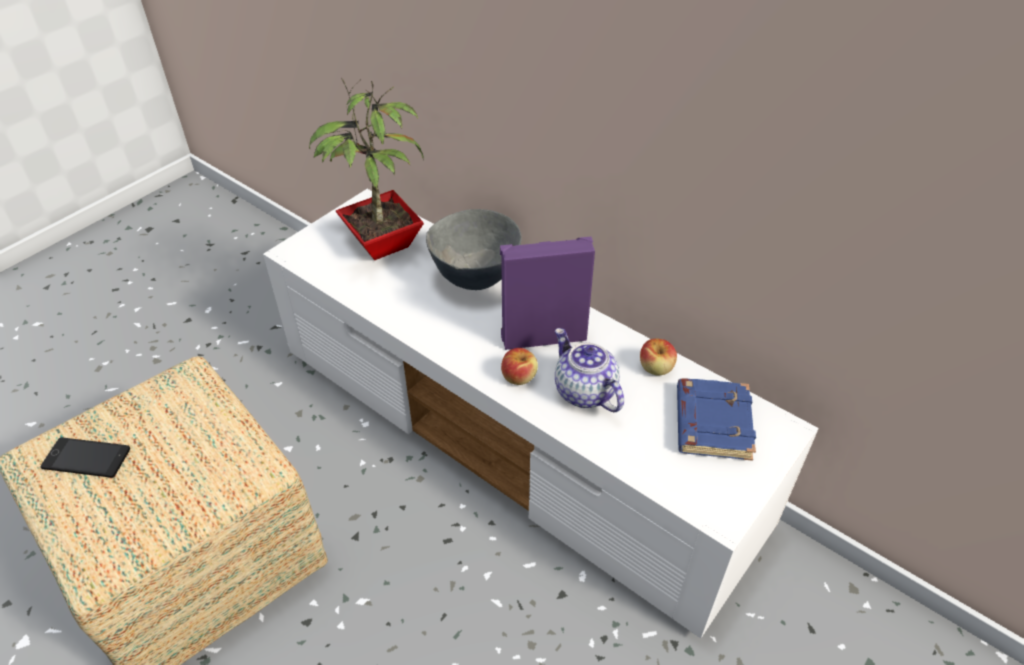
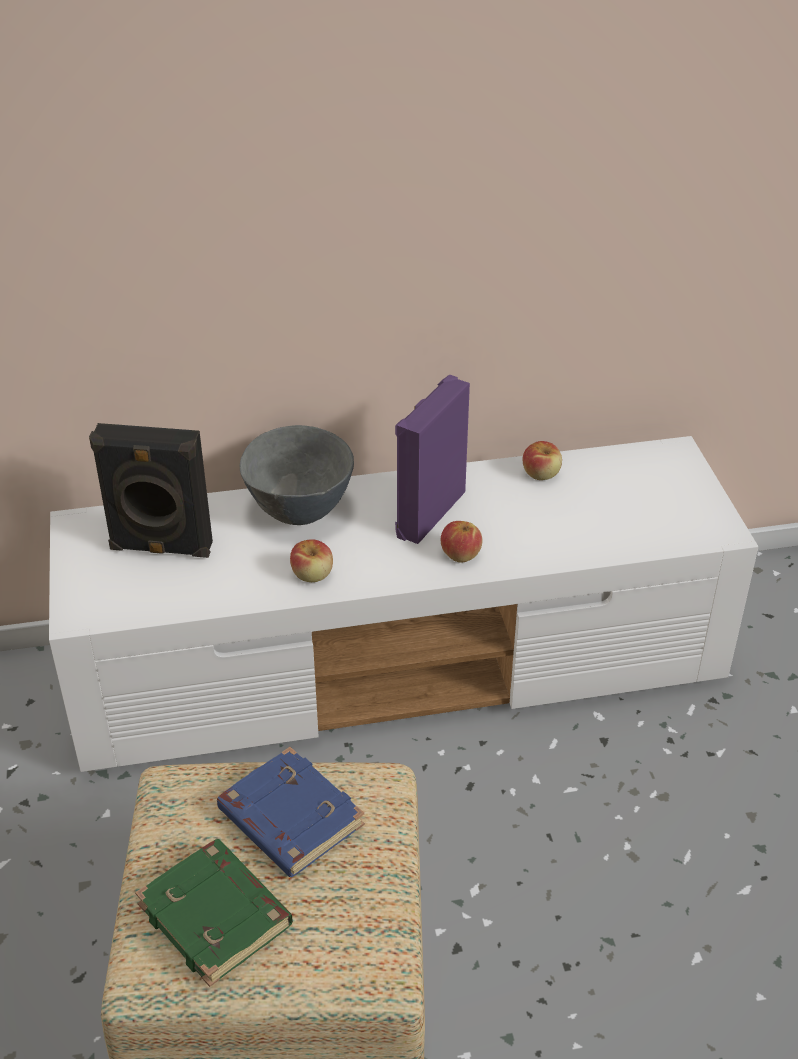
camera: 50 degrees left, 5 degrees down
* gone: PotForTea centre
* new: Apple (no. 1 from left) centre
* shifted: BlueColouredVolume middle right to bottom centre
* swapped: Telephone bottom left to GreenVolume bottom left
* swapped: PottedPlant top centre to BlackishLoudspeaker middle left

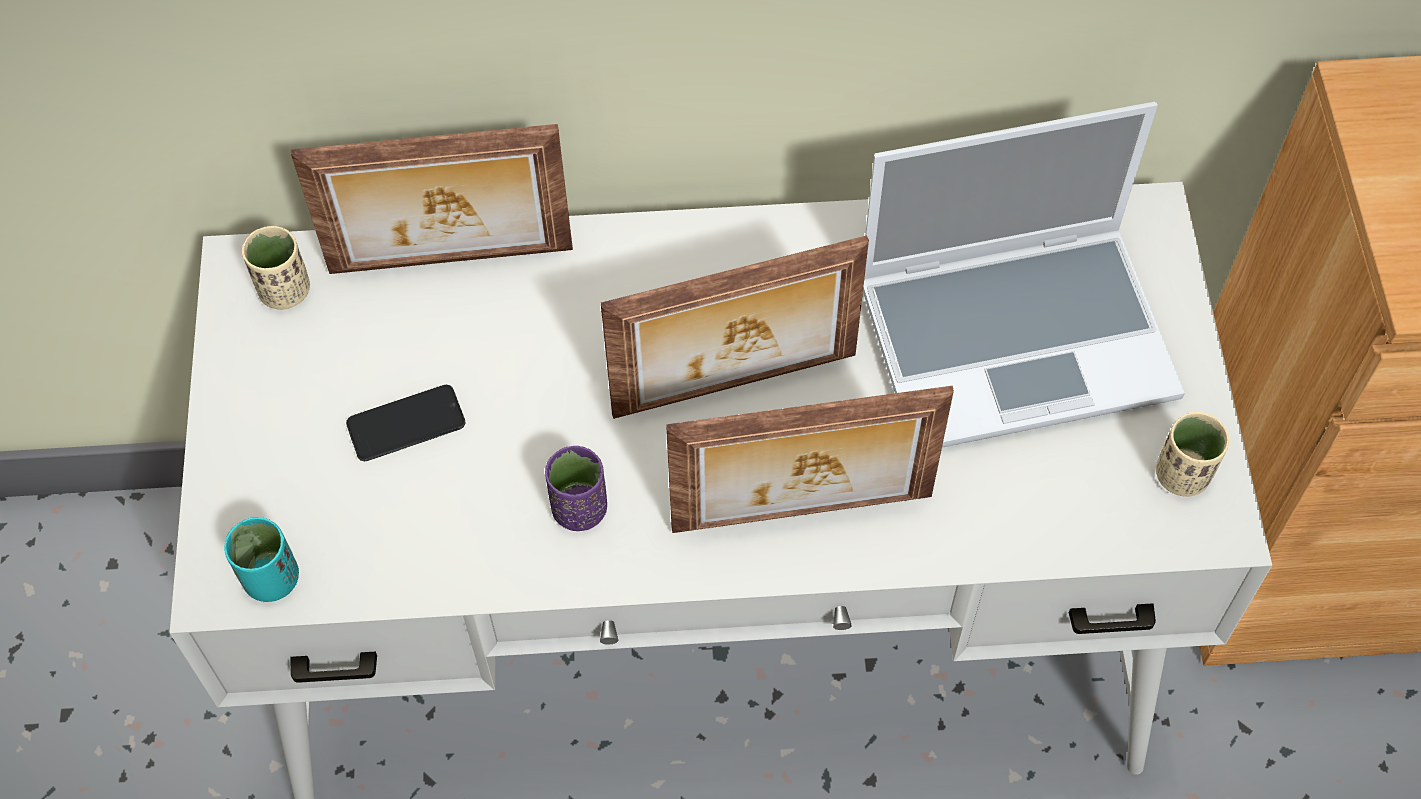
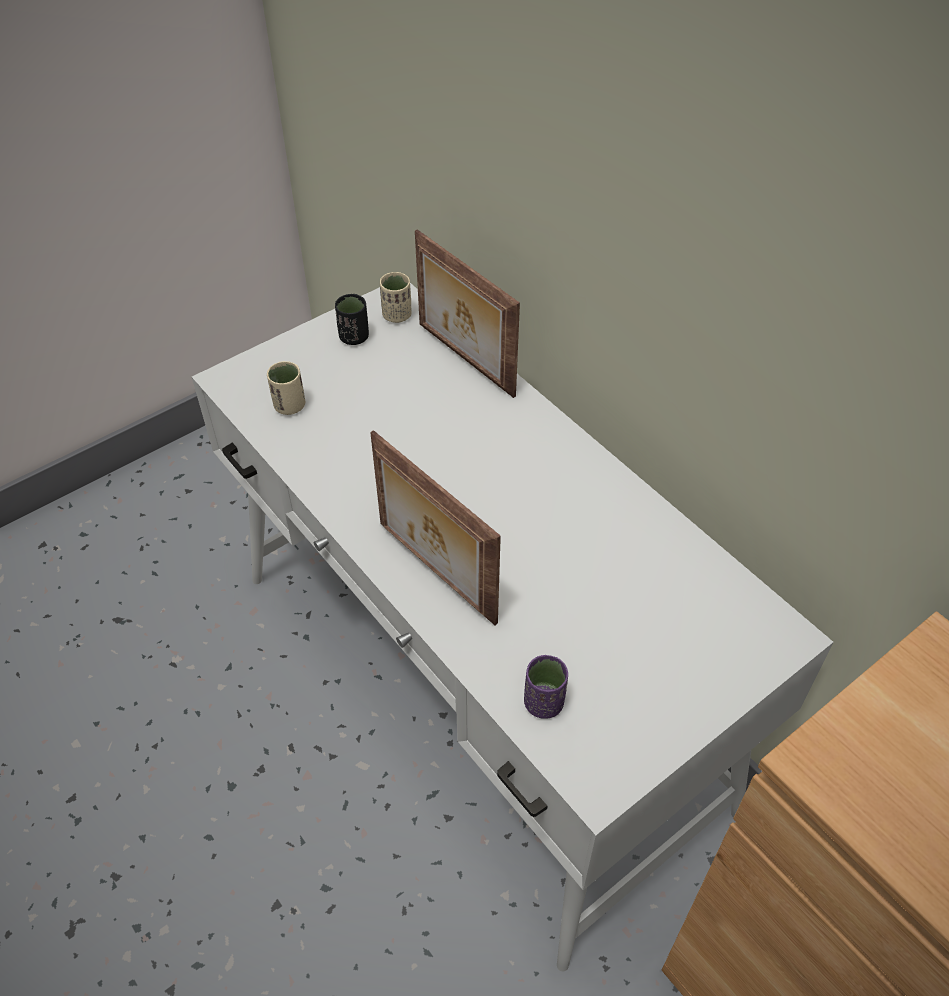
camera: 55 degrees right, 10 degrees down
* gone: TurquoiseSmallCup bottom left
* gone: Telephone middle left
* gone: PhotoFrame (no. 2 from left) centre
* gone: NotebookComputer middle right
* new: BlackishSmallCup top centre
* shifted: PurpleSmallCup centre to bottom centre
* shifted: SandColouredSmallCup (no. 2 from left in the first image) middle right to SandColouredSmallCup (no. 1 from left) middle left

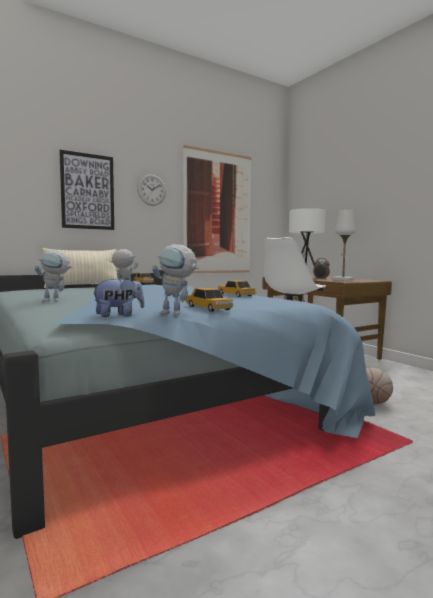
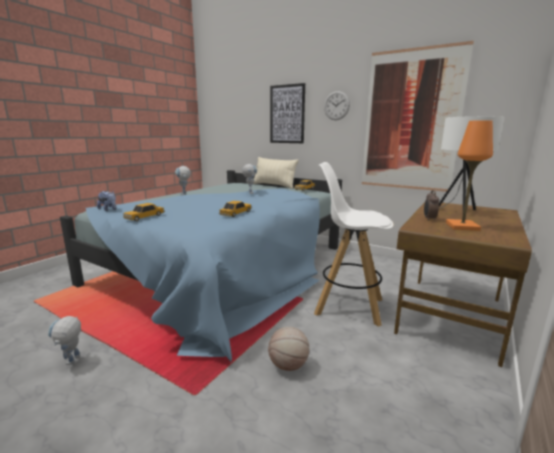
camera: 65 degrees right, 10 degrees up
* shifted: ModelRobot (no. 3 from left in the first image) centre to ModelRobot (no. 1 from left) bottom left
* repainted: WhiteTableLamp (no. 2 from left) middle right to OrangeyTableLamp middle right

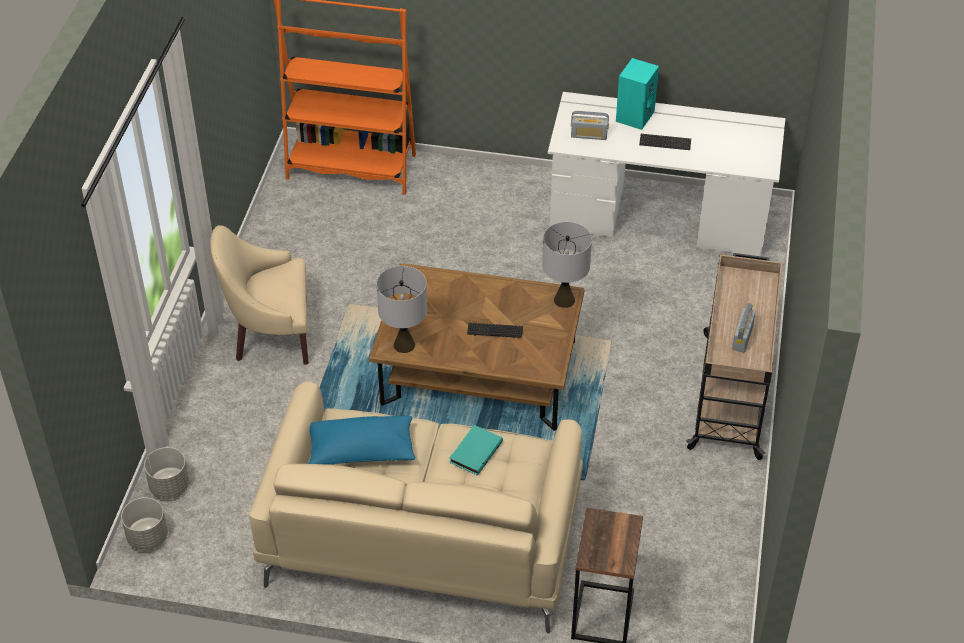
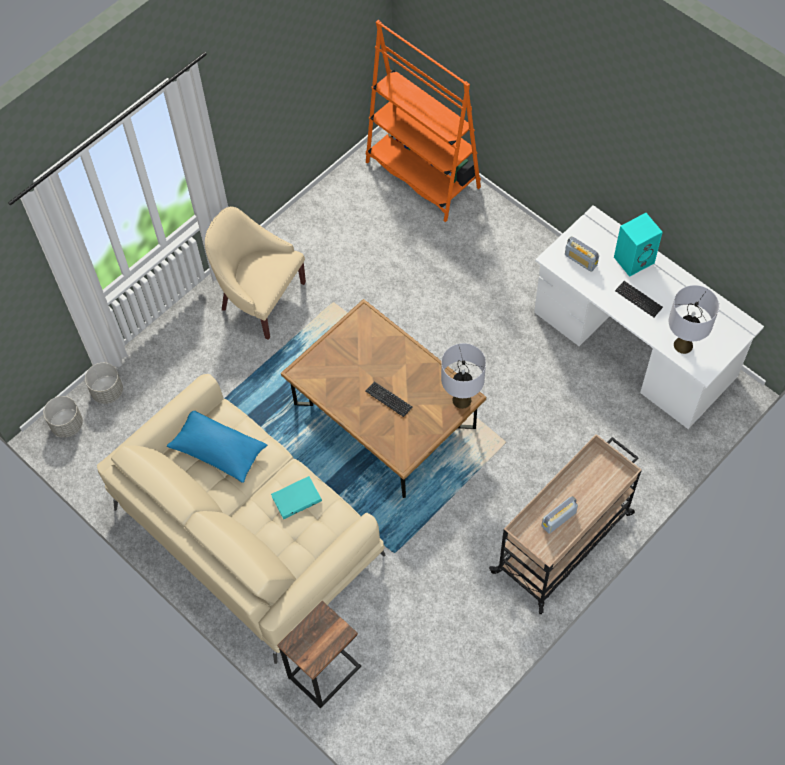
camera: 35 degrees right, 15 degrees up
* shifted: GrayTableLamp (no. 1 from left in the first image) centre to GrayTableLamp (no. 2 from left) middle right

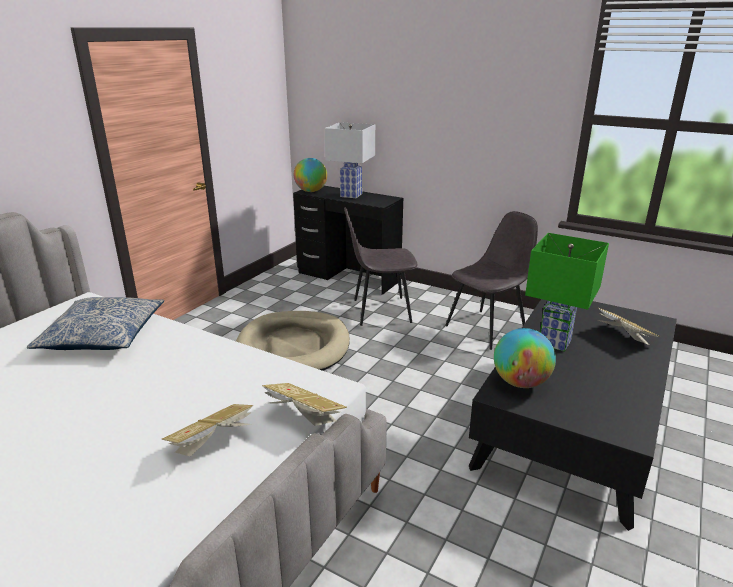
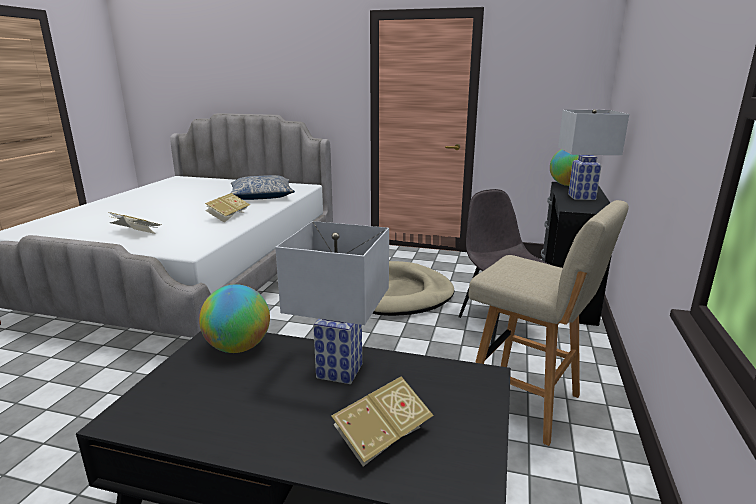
camera: 75 degrees right, 5 degrees down
* shifted: Volume (no. 2 from left) bottom centre to middle left
* swapped: GrayUprightChair (no. 2 from left) middle right to SandColouredStool middle right
* repainted: GreenTableLamp middle right to WhiteTableLamp (no. 1 from left) centre

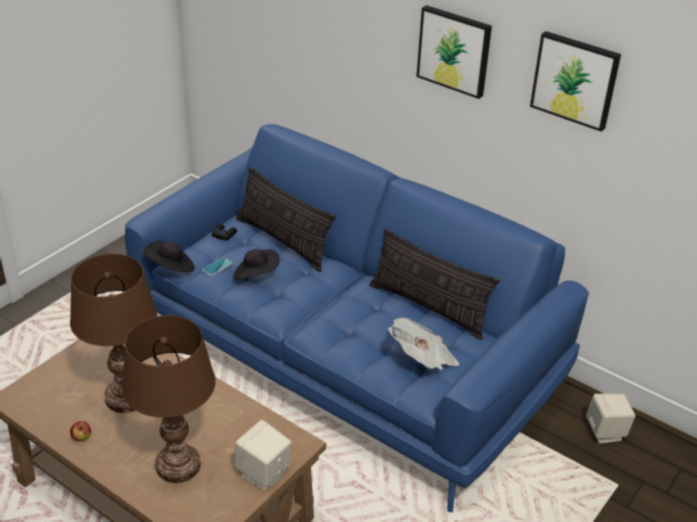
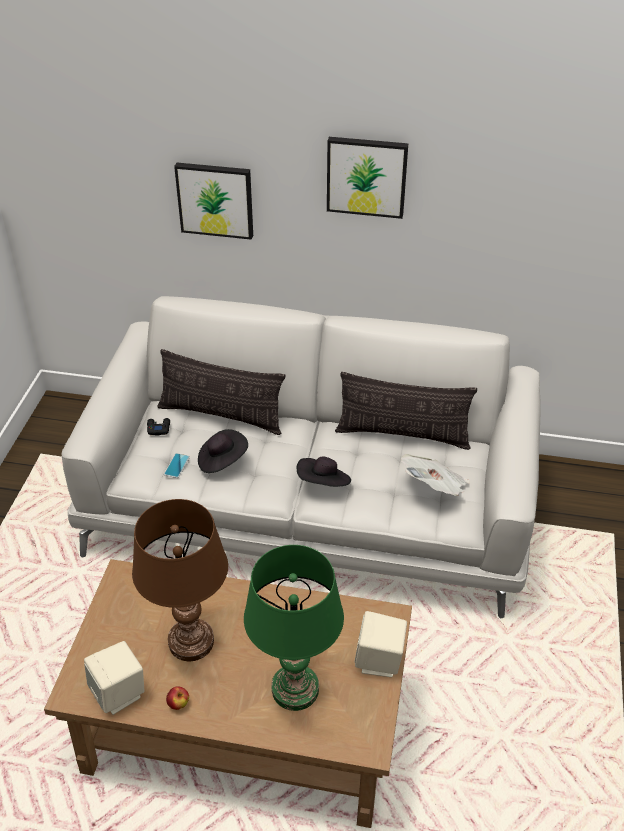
camera: 25 degrees left, 5 degrees up
* shifted: BlackishHat (no. 1 from left in the first image) middle left to BlackishHat (no. 2 from left) centre
* shifted: WallPicture (no. 2 from left in the first image) top right to WallPicture (no. 1 from left) top centre
* shifted: SandColouredLoudspeaker (no. 2 from left in the first image) bottom right to SandColouredLoudspeaker (no. 1 from left) bottom left
* repainted: BrownColouredTableLamp (no. 2 from left) bottom left to GreenTableLamp bottom centre
* repainted: BlueColouredSettee centre to WhiteSettee centre

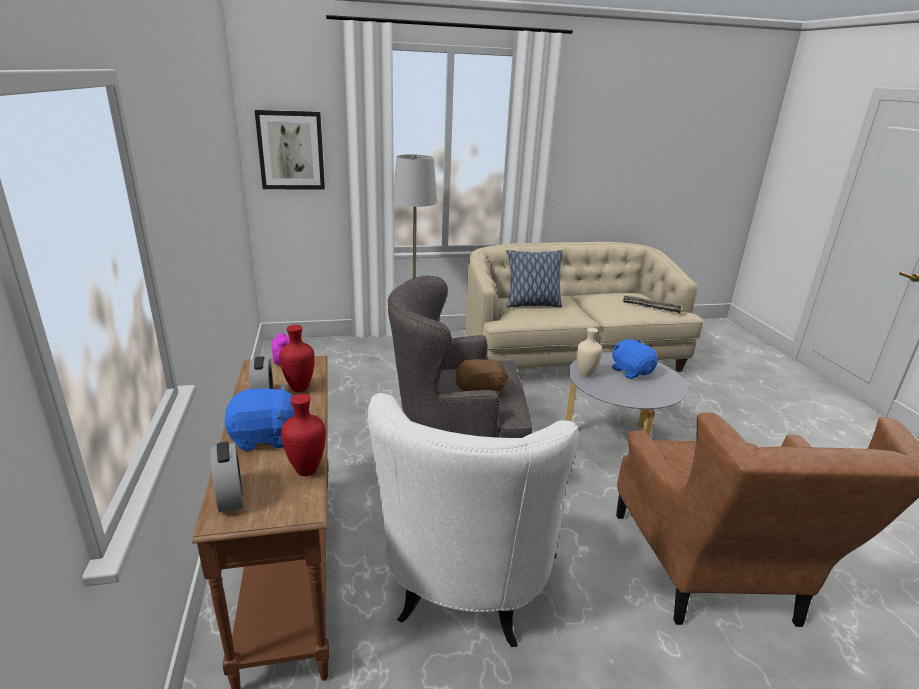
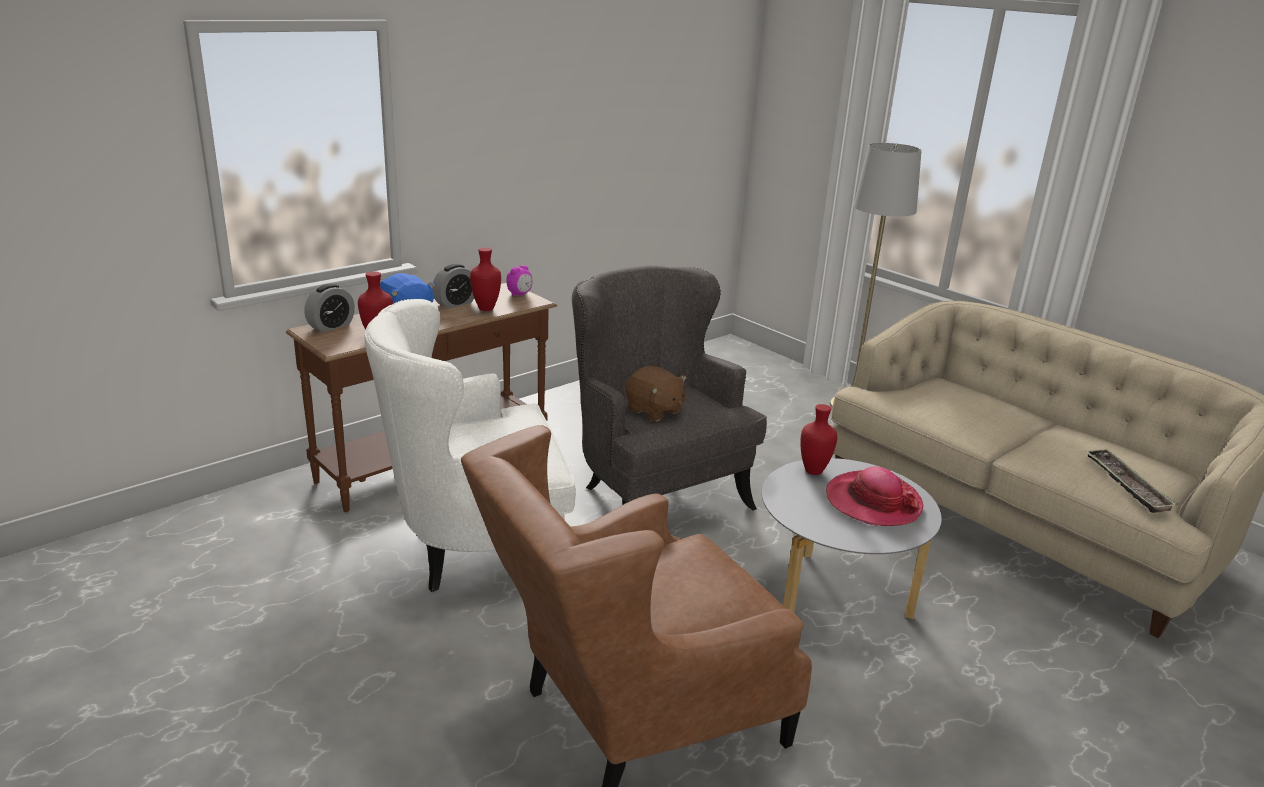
camera: 60 degrees right, 0 degrees up
* gone: WallPicture top left
* gone: Pillow centre
* swapped: BlueColouredCuddlyToy (no. 2 from left) middle right to Hat middle right
* repainted: SandColouredDecorativeVase centre to RedDecorativeVase (no. 3 from left) centre

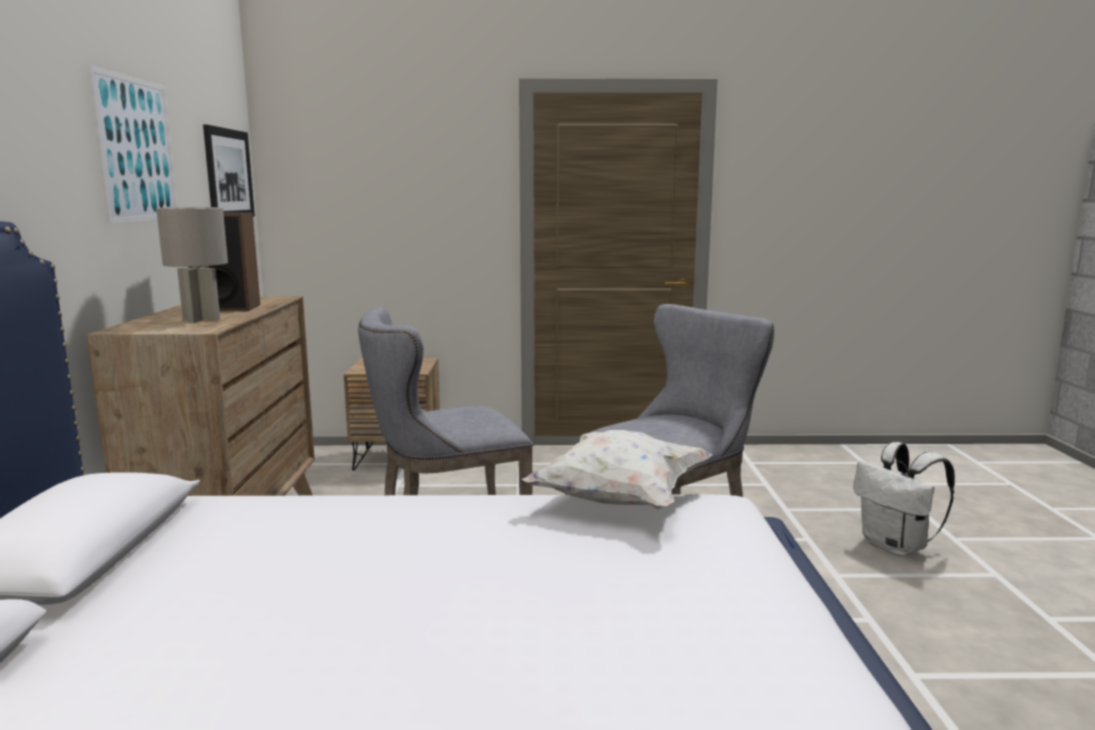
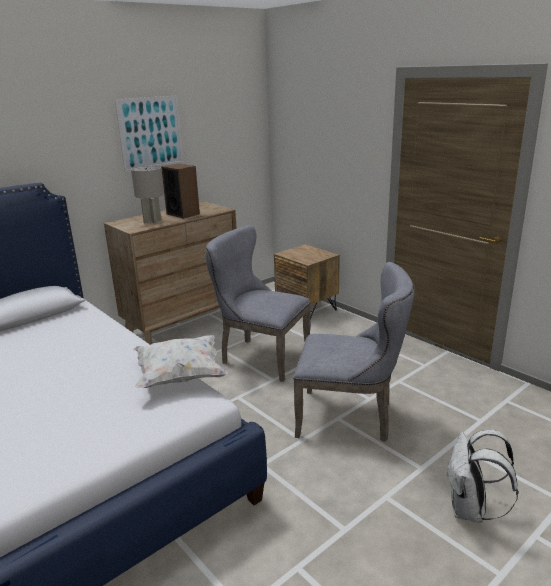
camera: 50 degrees right, 10 degrees up
* gone: WallPicture (no. 2 from left) top left

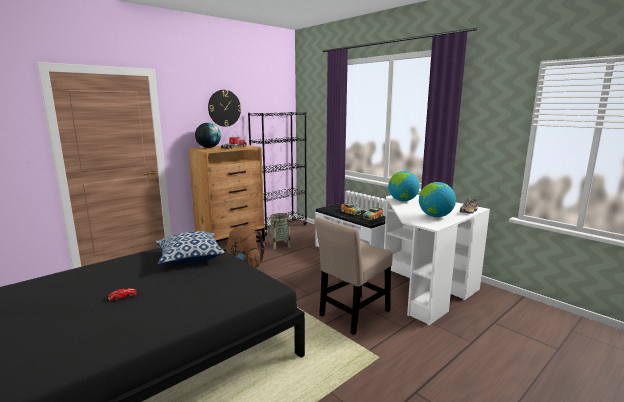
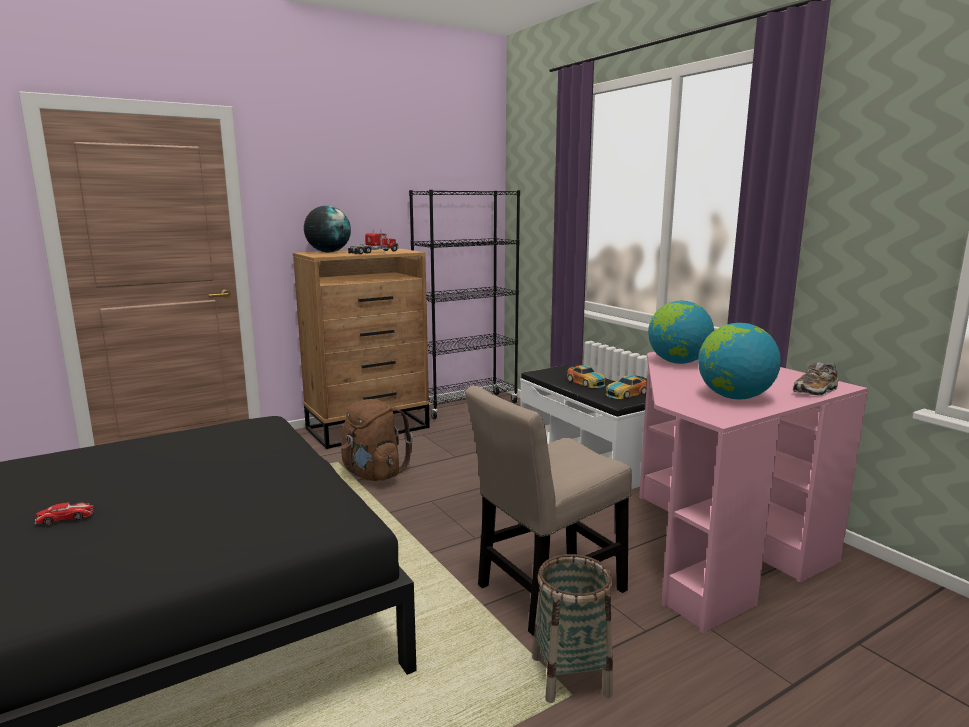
camera: 10 degrees right, 0 degrees up
* gone: Pillow middle left
* gone: ClockOnTheWall top centre
* shifted: StorageBasket centre to bottom centre
* repainted: WhiteDeskTable middle right to PinkishDeskTable bottom right

